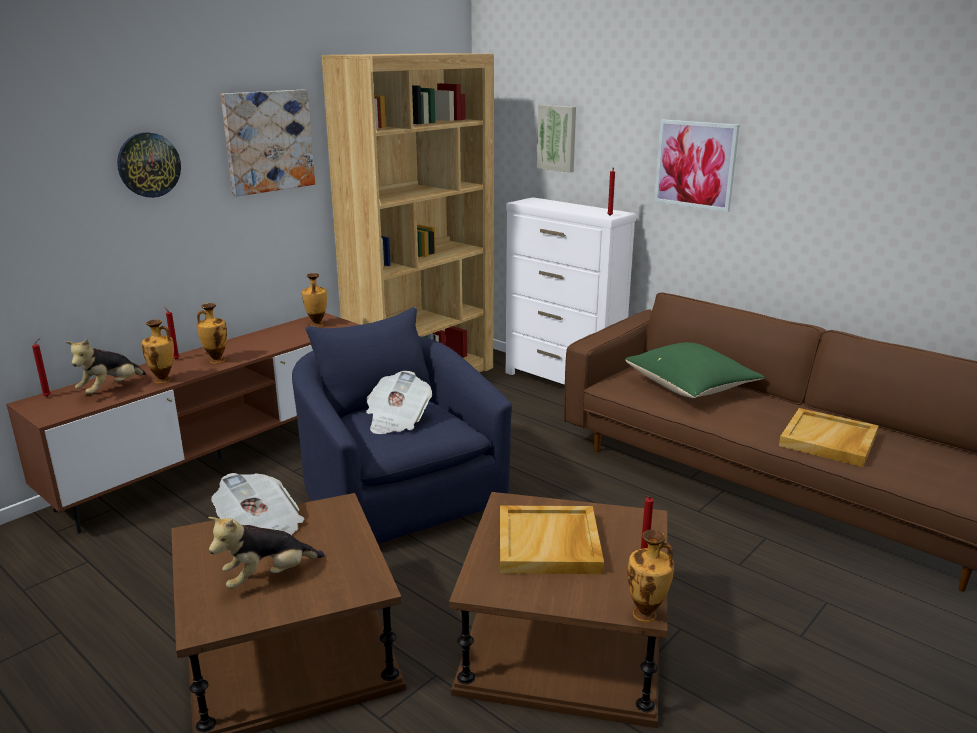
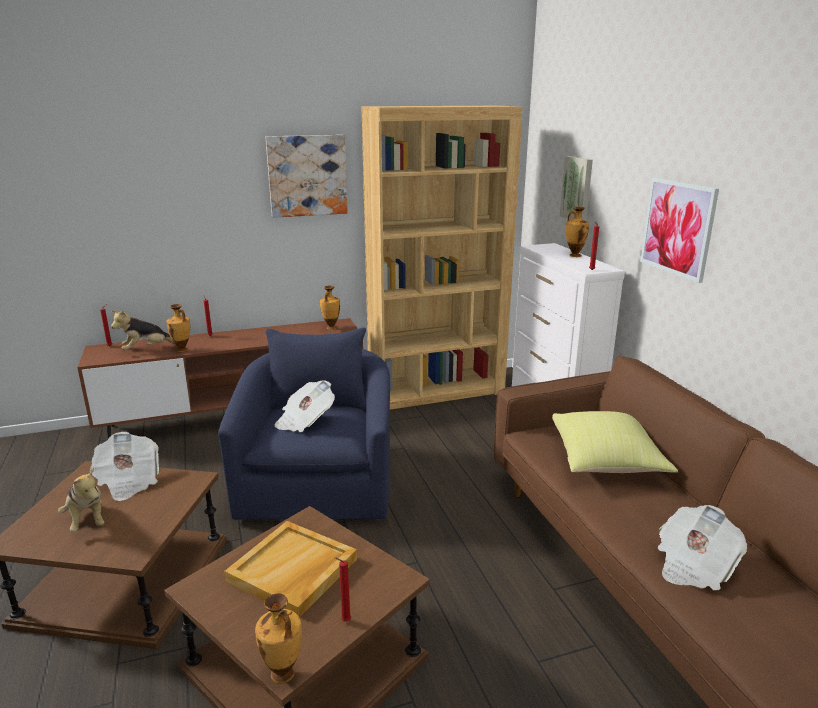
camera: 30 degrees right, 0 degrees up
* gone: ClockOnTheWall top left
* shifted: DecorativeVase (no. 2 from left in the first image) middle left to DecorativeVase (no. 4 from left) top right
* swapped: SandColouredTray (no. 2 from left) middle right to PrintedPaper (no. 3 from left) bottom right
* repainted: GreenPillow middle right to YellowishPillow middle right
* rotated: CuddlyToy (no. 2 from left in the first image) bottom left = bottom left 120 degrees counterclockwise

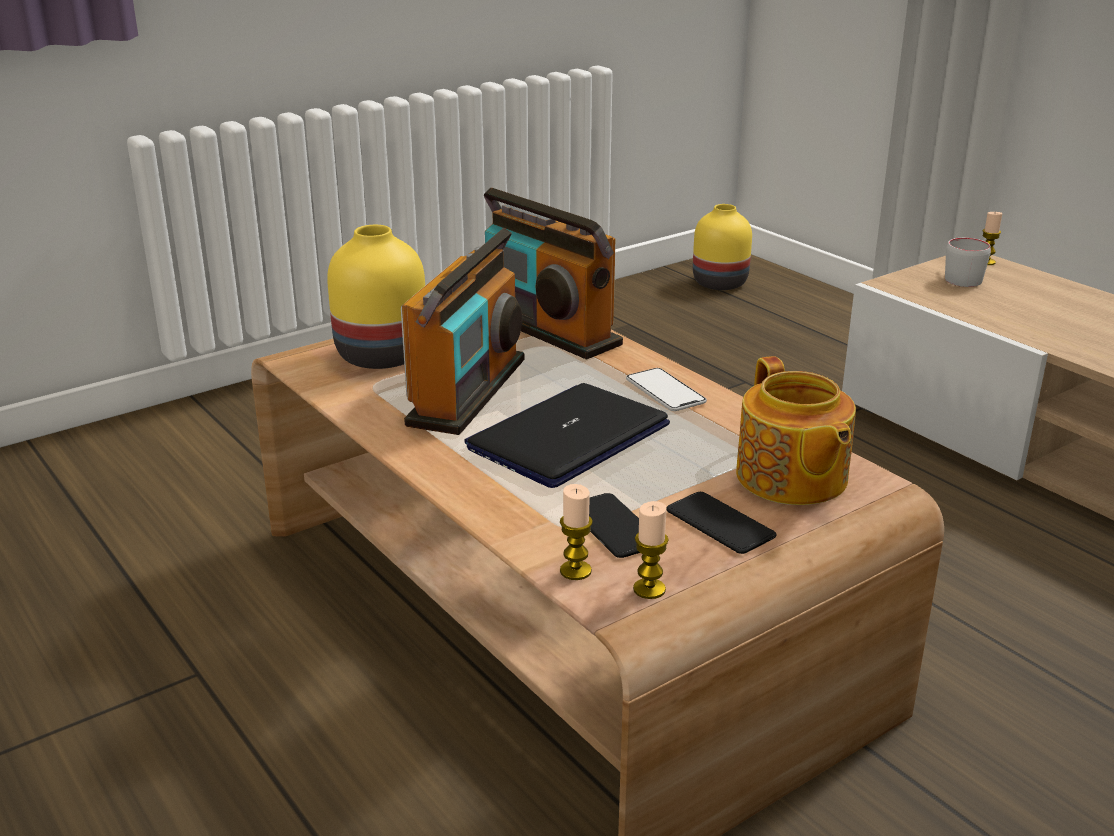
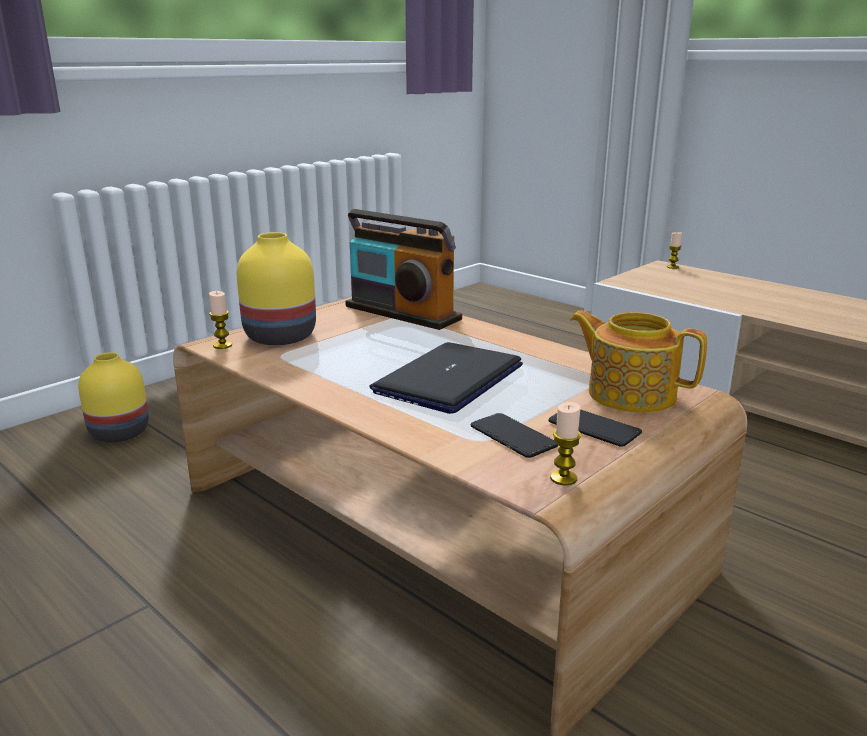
camera: 10 degrees left, 5 degrees down
* gone: RadioSet (no. 1 from left) centre
* gone: Telephone (no. 2 from left) centre
* gone: GrayTeaMug top right
* shifted: WaxLight (no. 1 from left) centre to middle left
* shifted: YellowishDecorativeVase (no. 2 from left in the first image) top centre to YellowishDecorativeVase (no. 1 from left) middle left
* rotated: PotForTea middle right = middle right 150 degrees clockwise

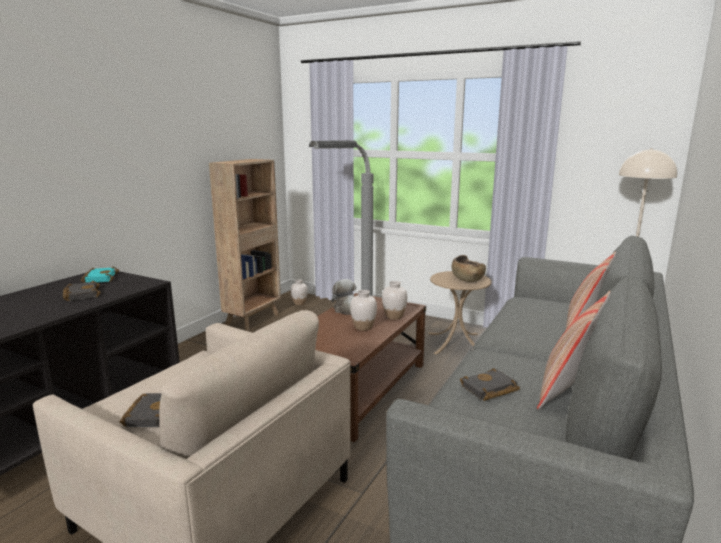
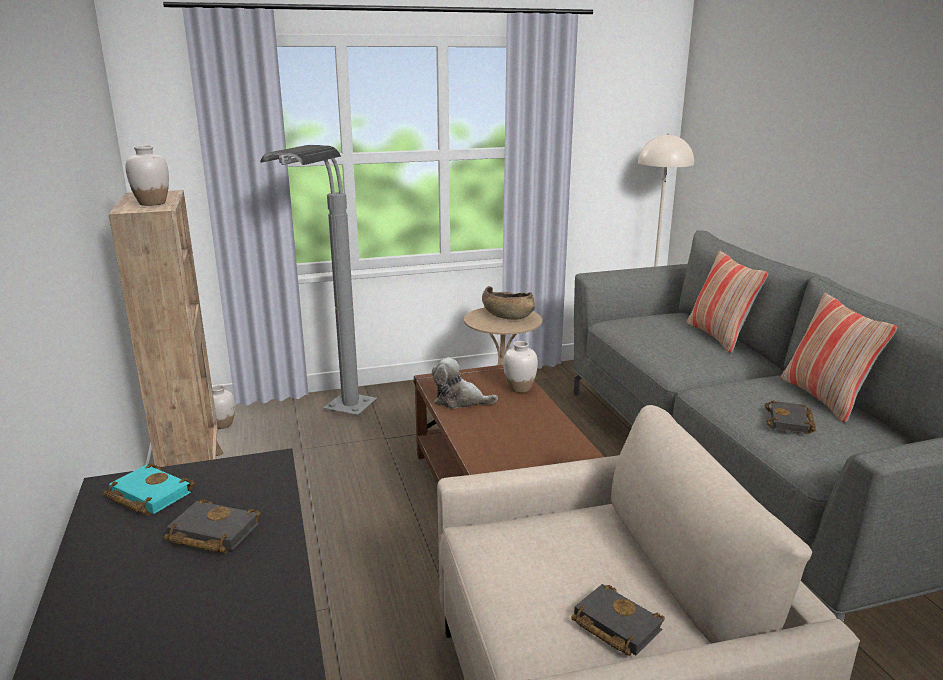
camera: 45 degrees left, 5 degrees up
* shifted: WhiteDecorativeVase (no. 2 from left in the first image) centre to WhiteDecorativeVase (no. 1 from left) top left

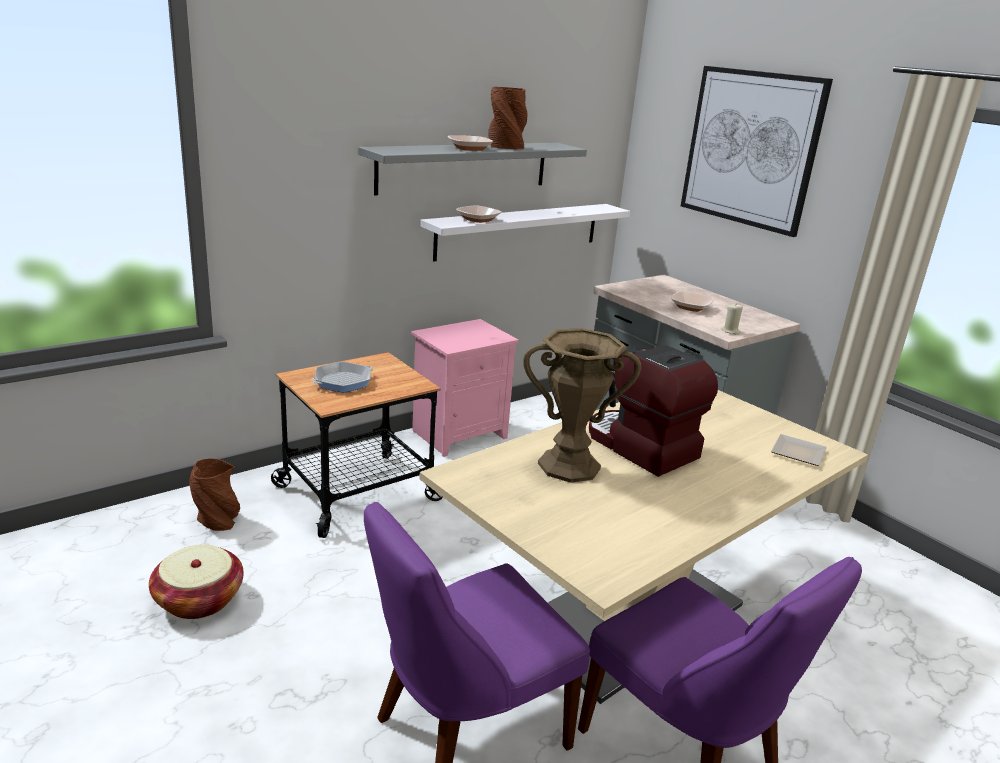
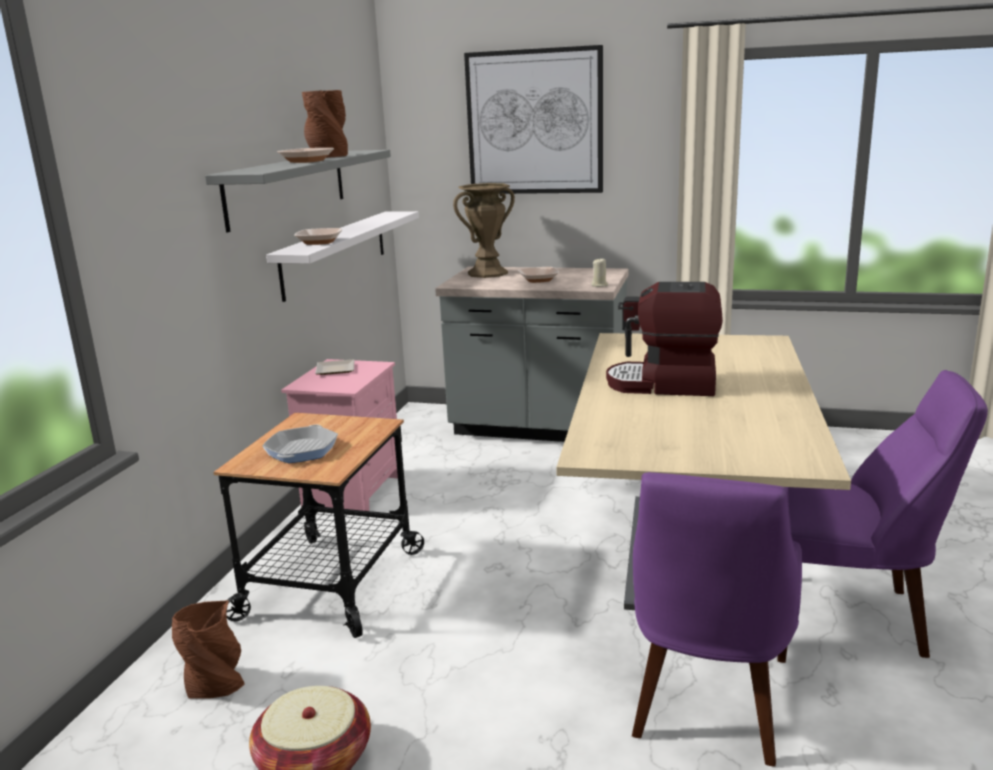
camera: 35 degrees left, 5 degrees down
* shifted: BrownColouredDecorativeVase (no. 3 from left) centre to top centre
* shifted: Plate middle right to centre

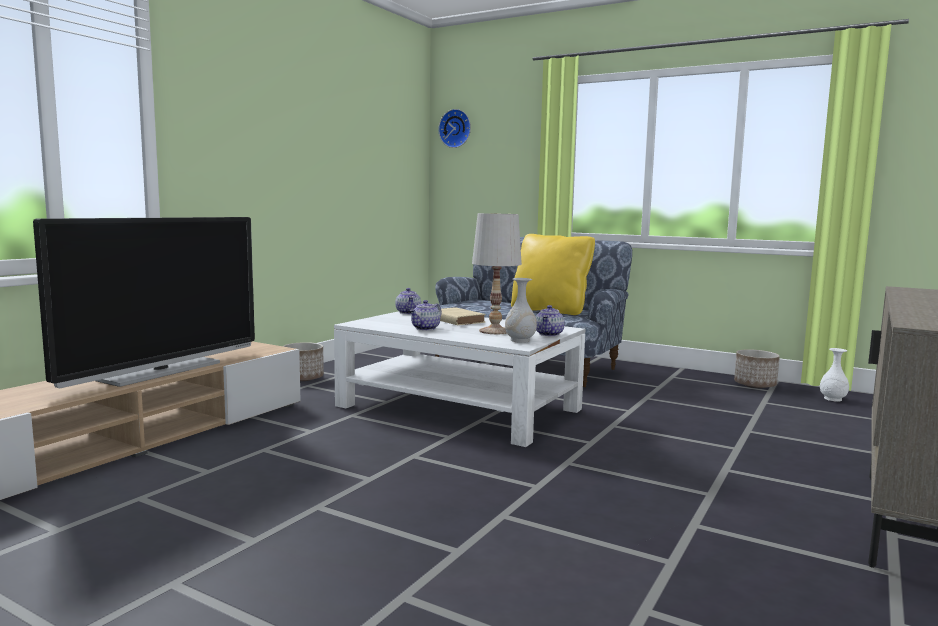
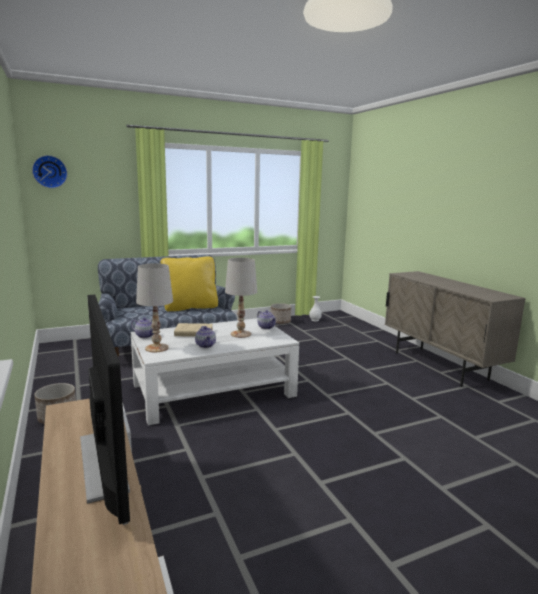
camera: 55 degrees left, 5 degrees up
* gone: WhiteDecorativeVase (no. 1 from left) centre
* new: WhiteTableLamp (no. 1 from left) middle left

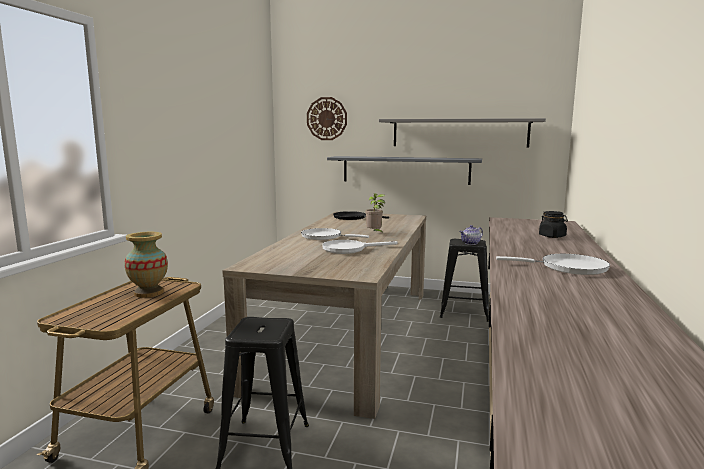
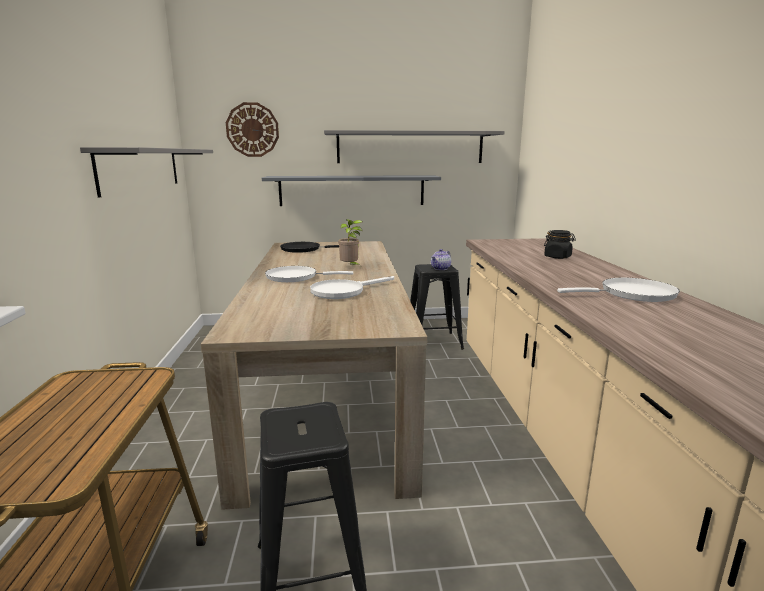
camera: 20 degrees left, 5 degrees up
* gone: DecorativeVase middle left
* new: GrayWallShelf (no. 1 from left) top left

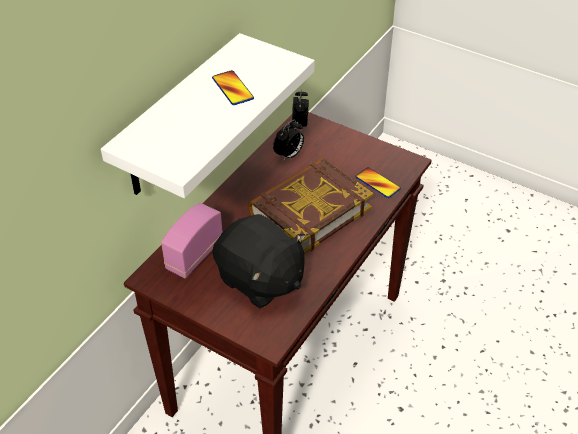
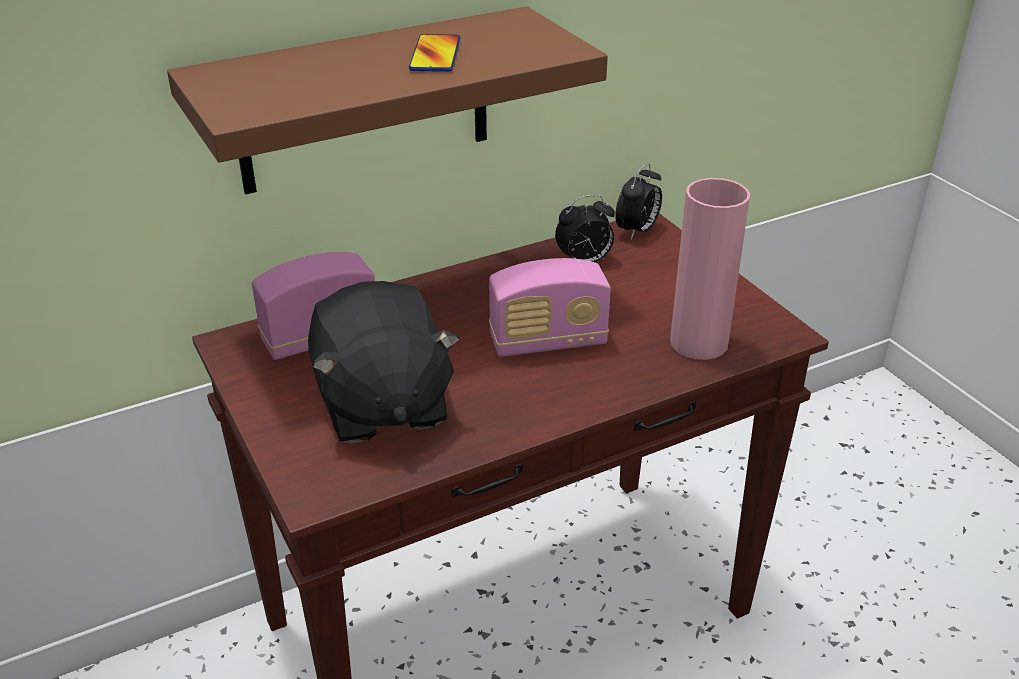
camera: 30 degrees right, 10 degrees down
* swapped: Volume centre to RadioSet (no. 2 from left) centre
* swapped: Telephone (no. 2 from left) centre to PinkishDecorativeVase middle right
* repainted: WhiteWallShelf top centre to BrownColouredWallShelf top centre

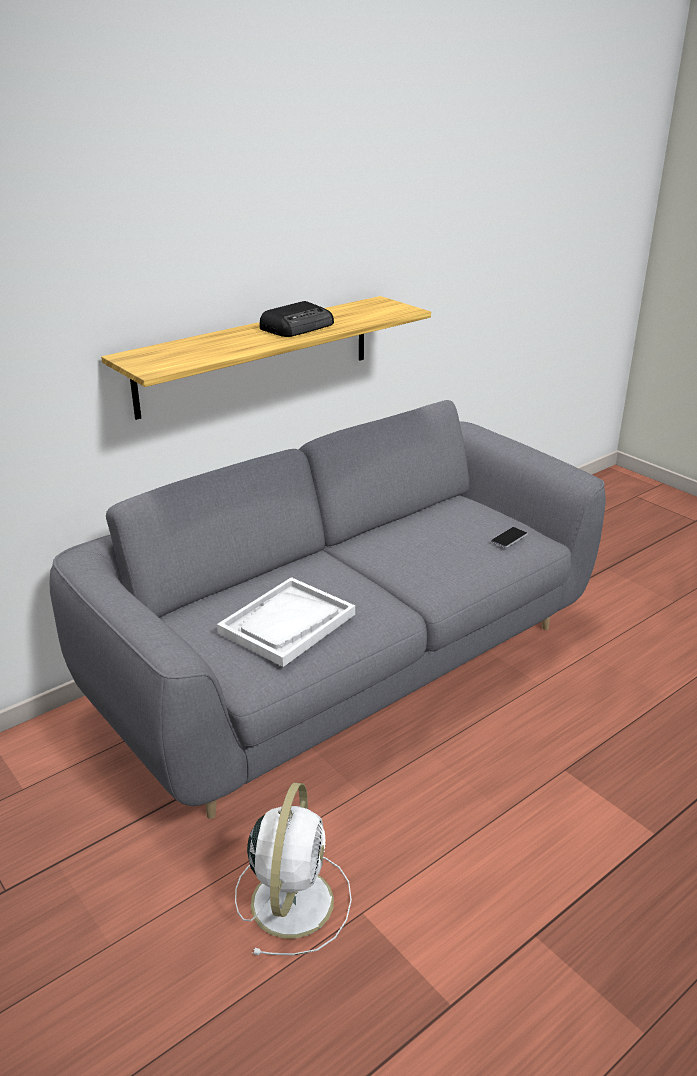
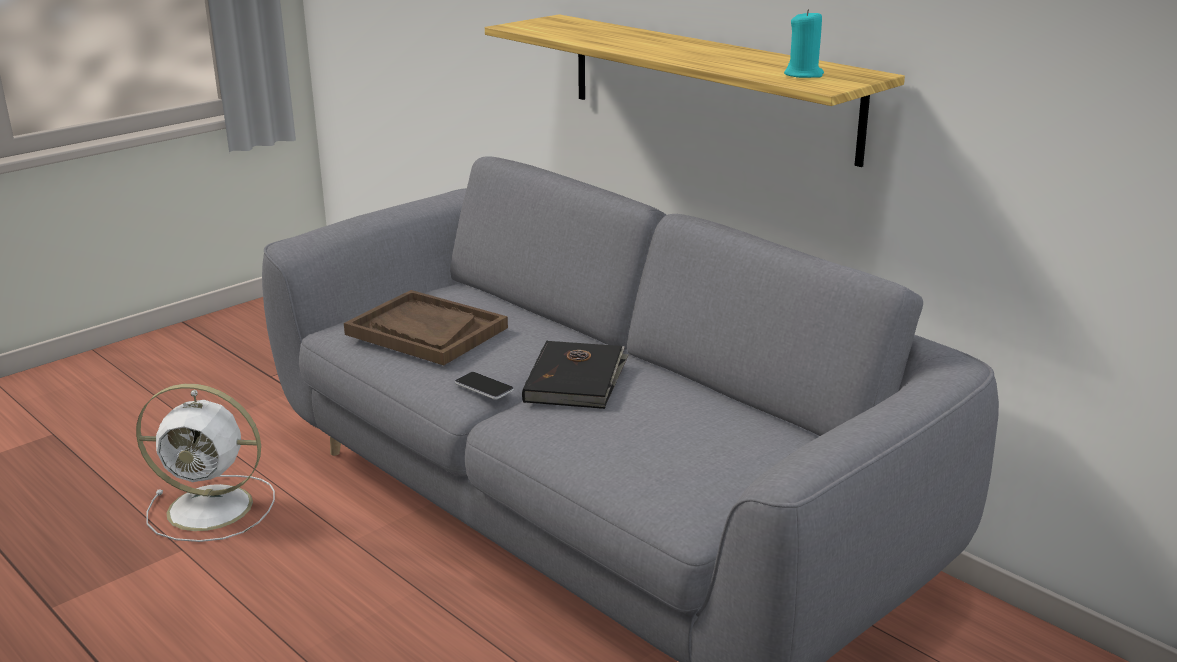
camera: 85 degrees right, 5 degrees down
* gone: RadioSet top centre
* new: BlackishVolume centre
* new: TurquoiseWaxLight top right
* shifted: Telephone middle right to centre
* repainted: WhiteTray centre to BrownColouredTray centre

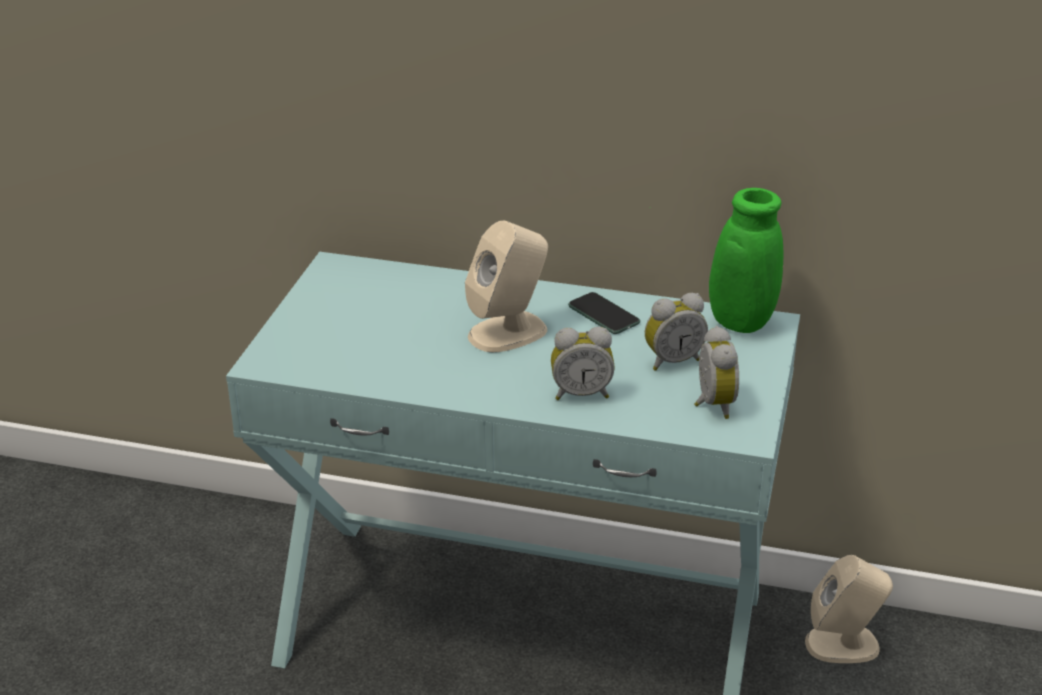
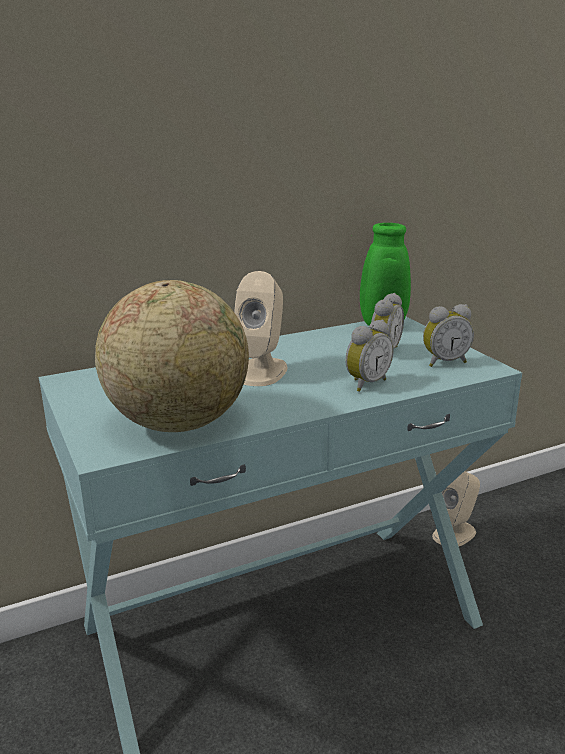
camera: 40 degrees left, 10 degrees down
* gone: Telephone centre
* new: DeskGlobe middle left
* rotated: AlarmClock (no. 3 from left) middle right = middle right 120 degrees clockwise

